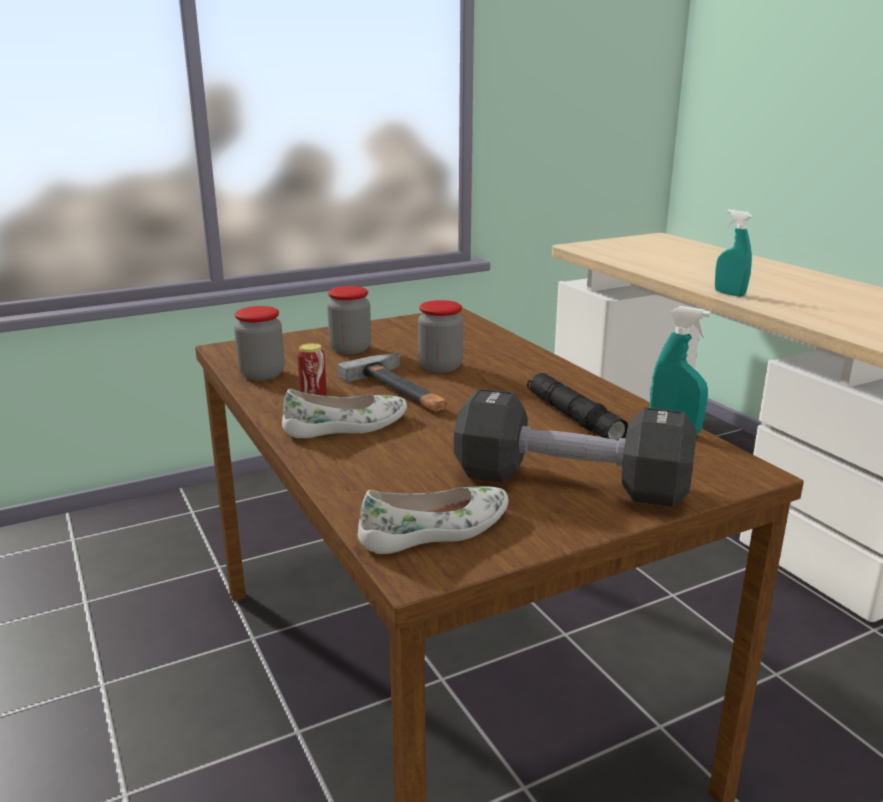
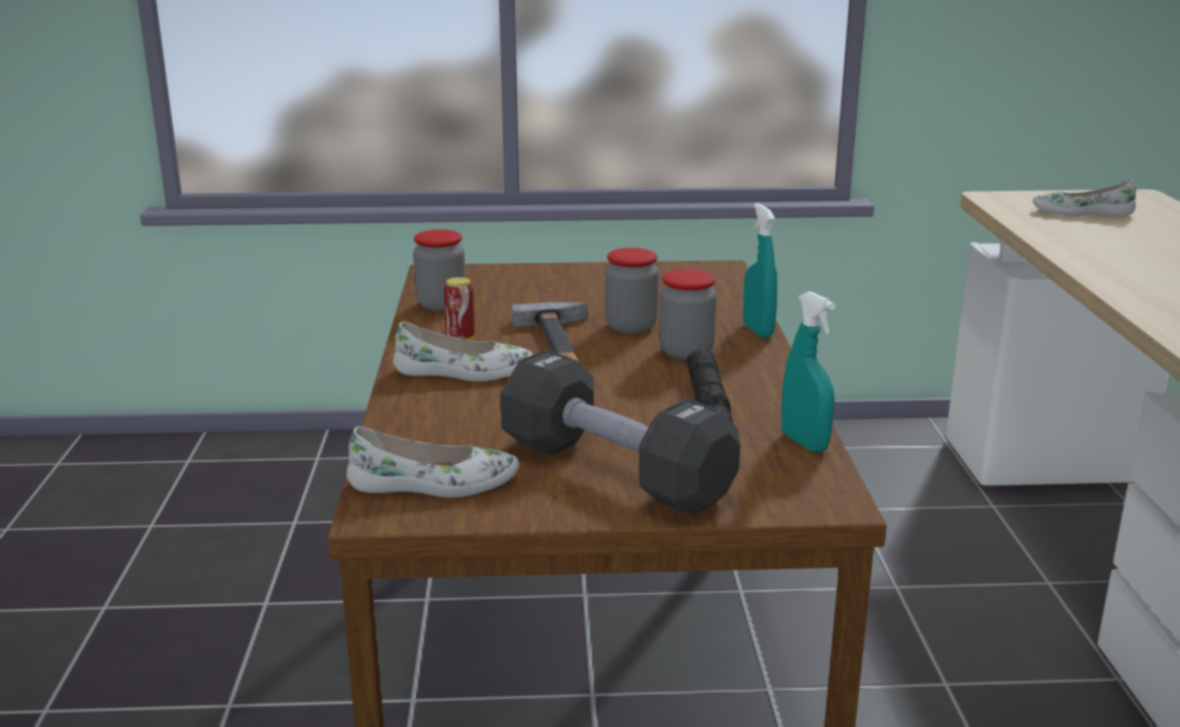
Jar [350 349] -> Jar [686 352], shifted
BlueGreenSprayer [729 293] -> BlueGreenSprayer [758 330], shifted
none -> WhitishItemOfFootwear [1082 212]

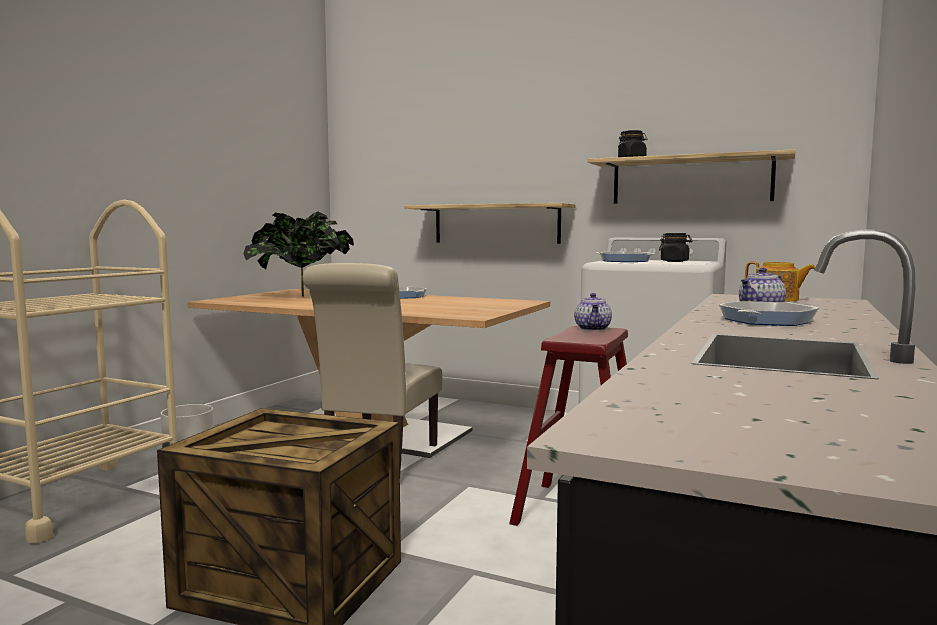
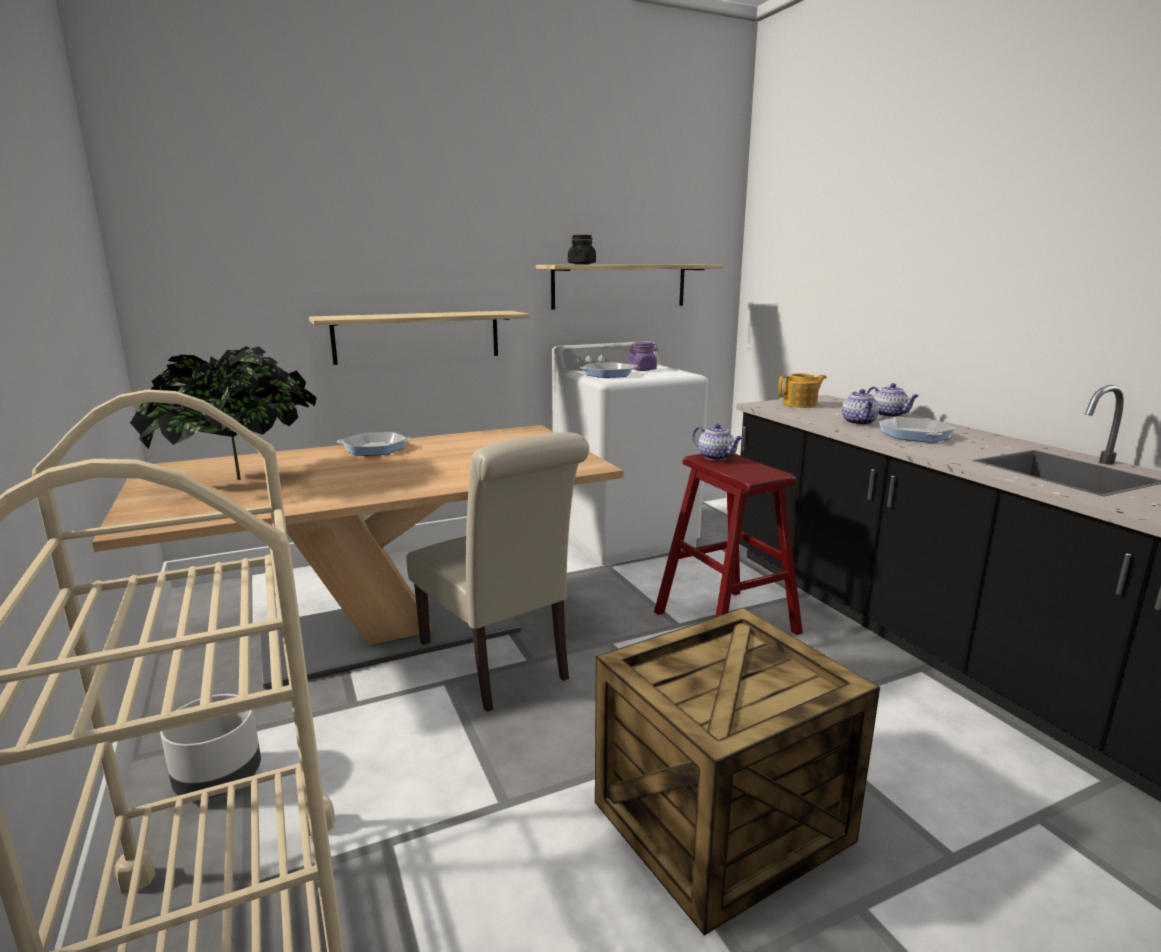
BlackJar [675 261] -> PurplishJar [643 369]
none -> PotForTea [890 415]

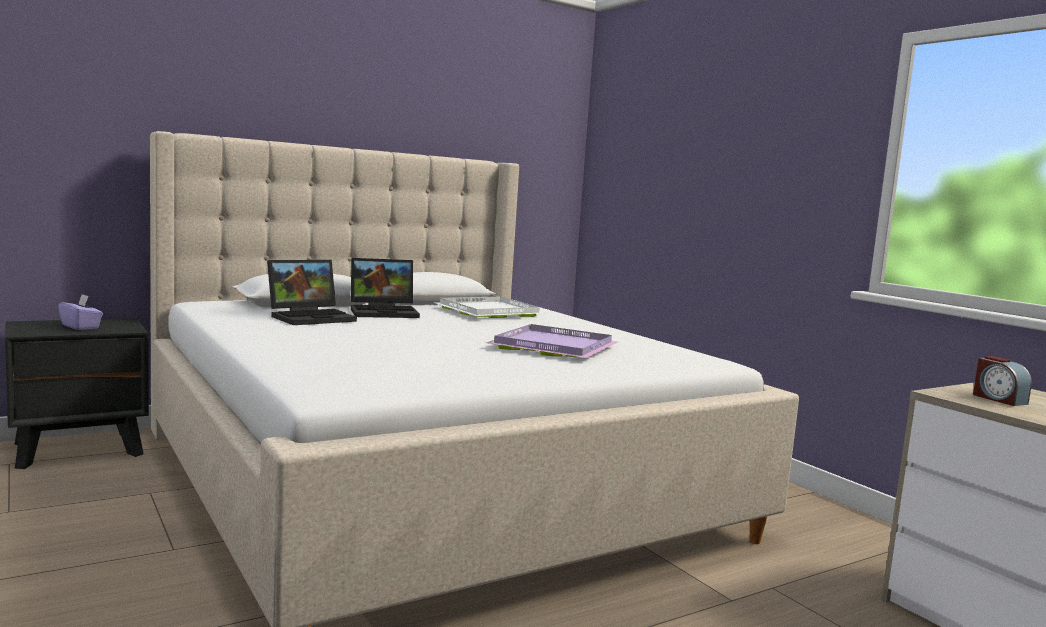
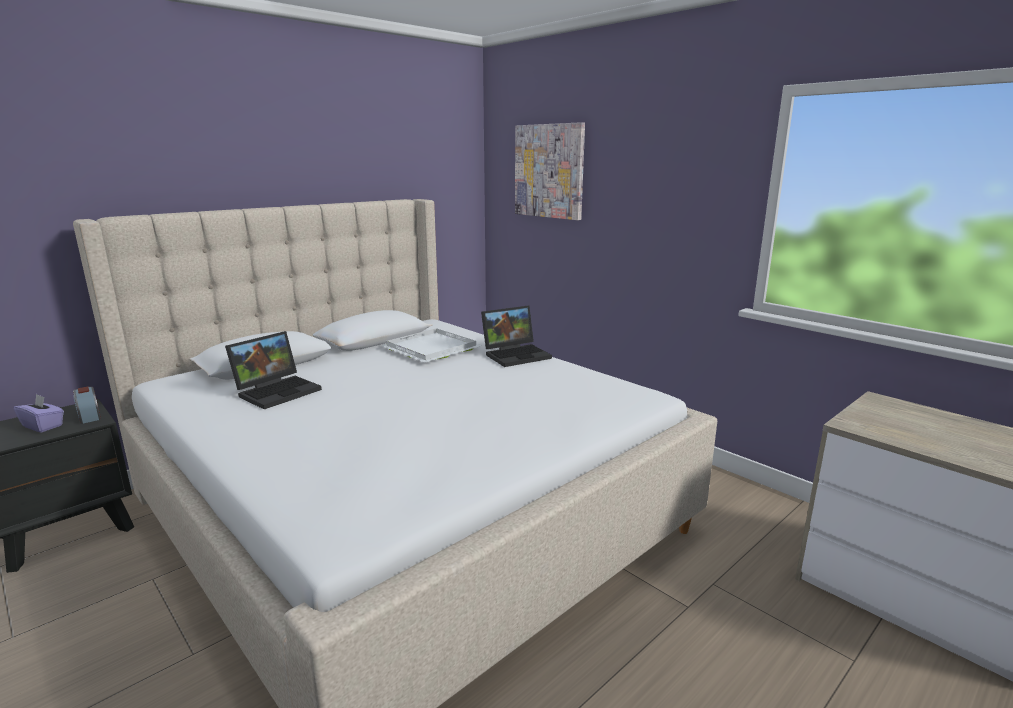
Laptop [385 312] -> Laptop [516 354], shifted
PurplishTray [551 347] -> none
TableClock [998 399] -> TableClock [89 416], shifted
none -> Picture [549 171]

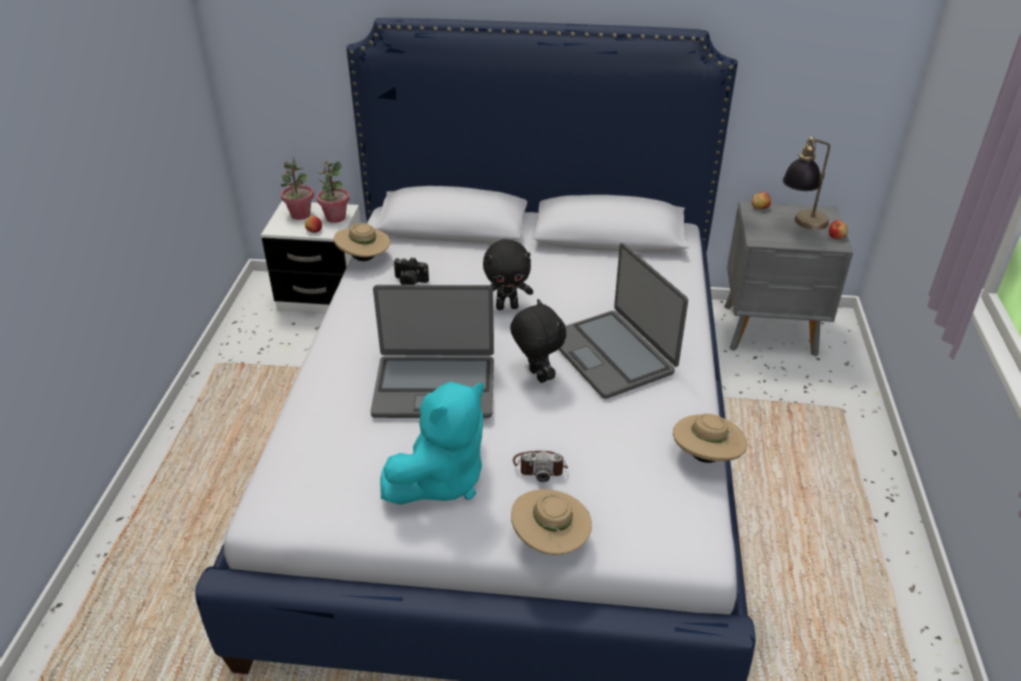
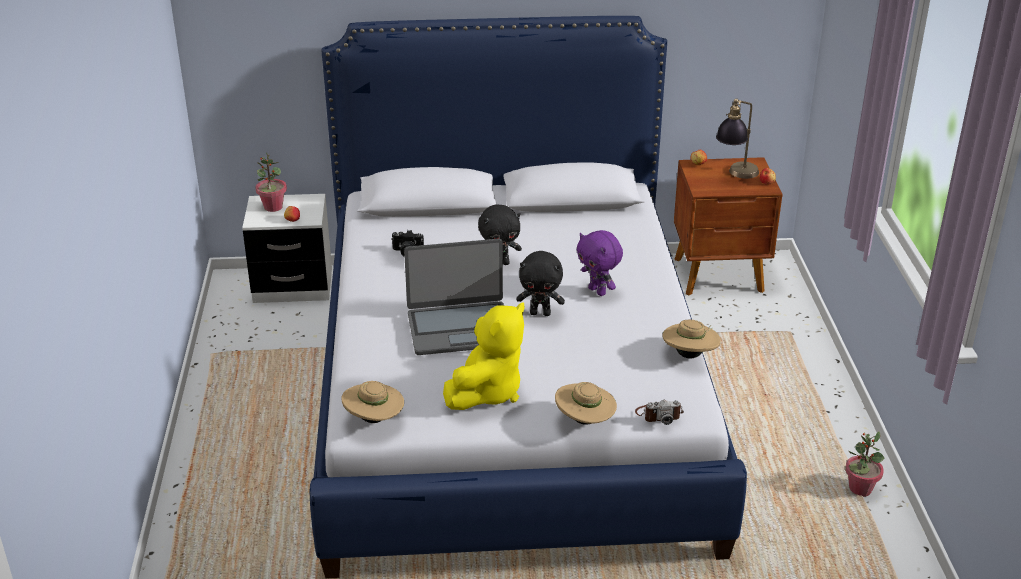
PottedPlant [335 218] -> PottedPlant [860 489], shifted
BeigeColouredHat [364 259] -> BeigeColouredHat [374 419], shifted
BlueGreenSoftToy [441 479] -> YellowSoftToy [487 392]
BlackSoftToy [536 376] -> BlackSoftToy [540 313], 135 degrees clockwise
PhotoCamera [540 466] -> PhotoCamera [659 415], shifted
Laptop [611 354] -> PurplishSoftToy [598 291]
GreyishNightstand [771 331] -> BrownNightstand [720 276]

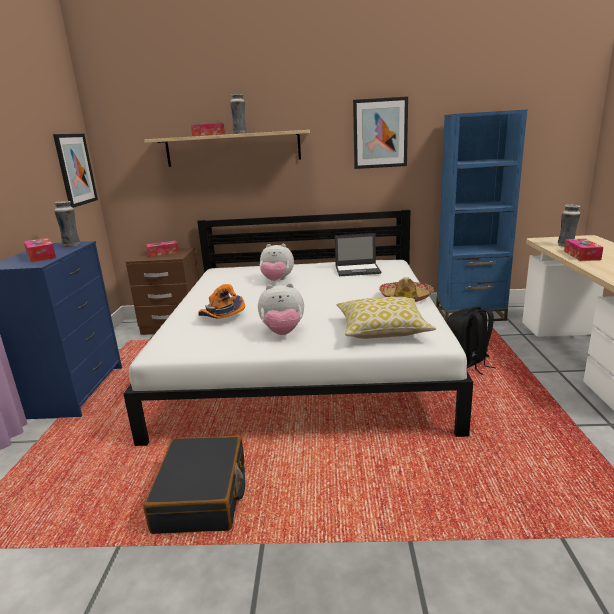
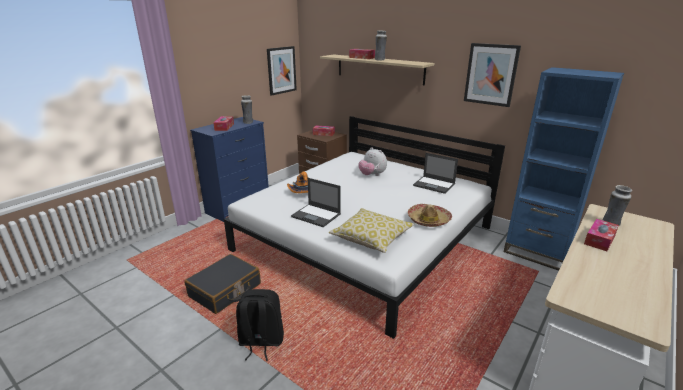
SoftToy [283 333] -> Laptop [316 215]
BlackKnapsack [467 364] -> BlackKnapsack [261 342], shifted

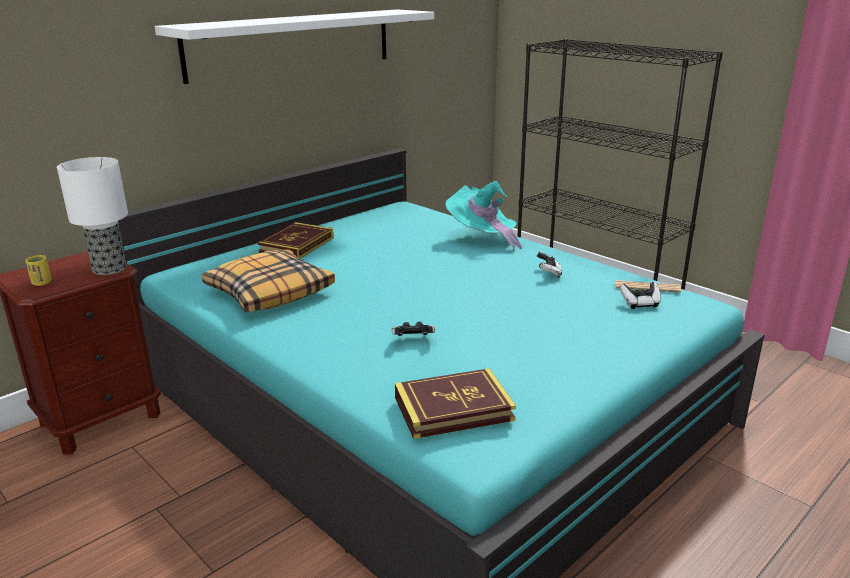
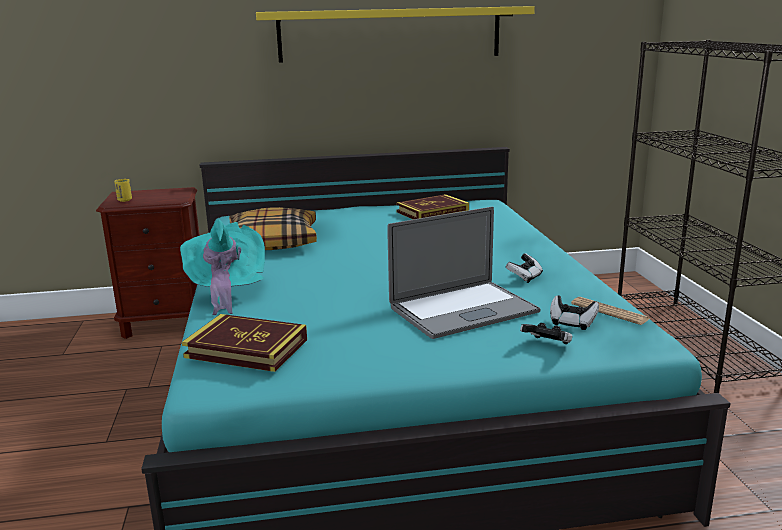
TableLamp [110 269] -> none
WhitishShelf [292 43] -> YellowShelf [390 34]
Volume [297 245] -> Volume [432 212], shifted
Joypad [413 340] -> Joypad [547 345], shifted
BlueGreenHat [482 238] -> BlueGreenHat [226 291], shifted
none -> Laptop [463 310]

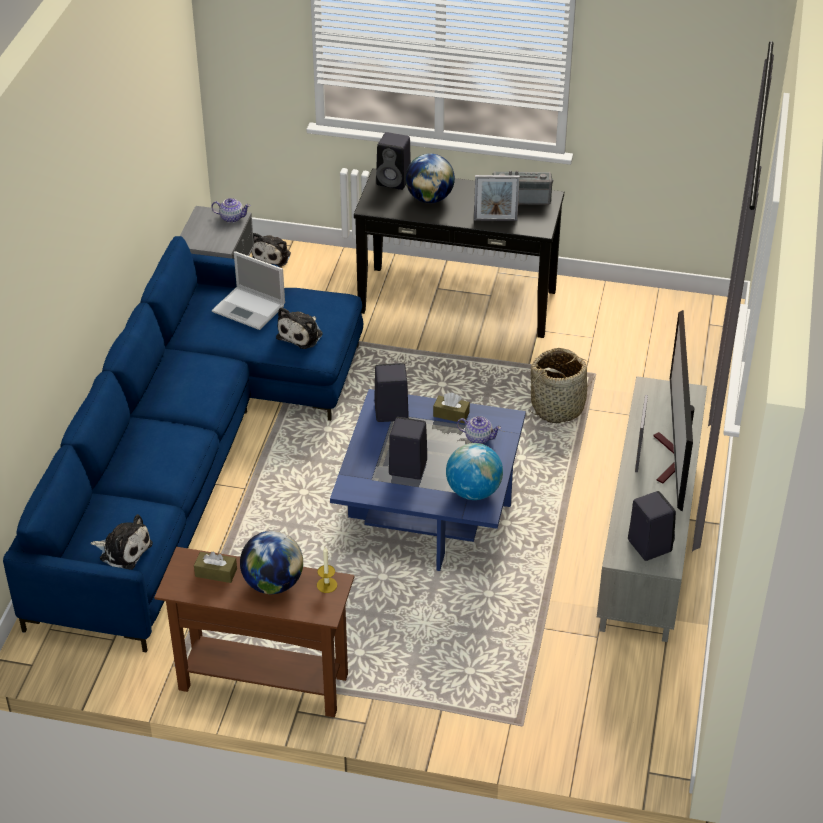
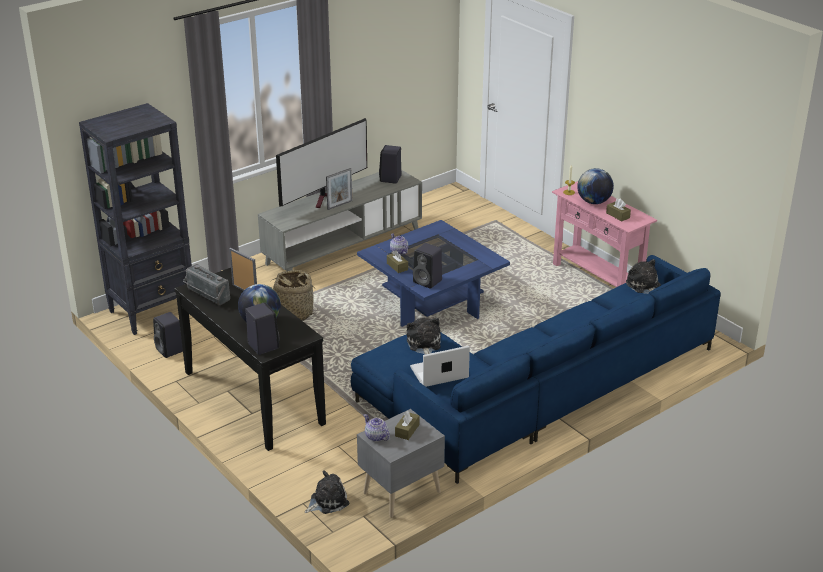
BrownConsoleTable [263 682] -> PinkColouredConsoleTable [596 278]
Laptop [250 309] -> Laptop [438 373], 90 degrees counterclockwise
SoftToy [301 334] -> SoftToy [424 344], 75 degrees counterclockwise
BlackSpeaker [406 468] -> BlackSpeaker [170 350], shifted
WorldGlobe [473 491] -> none
none -> BlackBookcase [153 311]
none -> BrownBoxOfTissues [407 430]

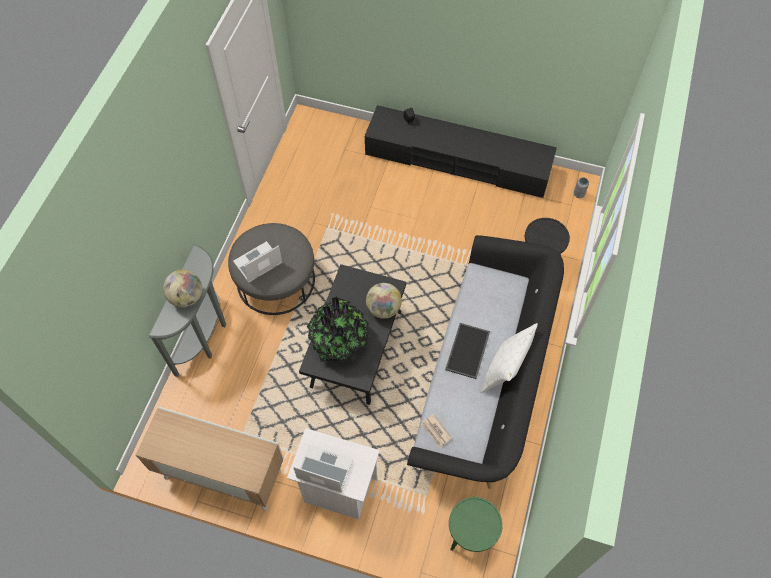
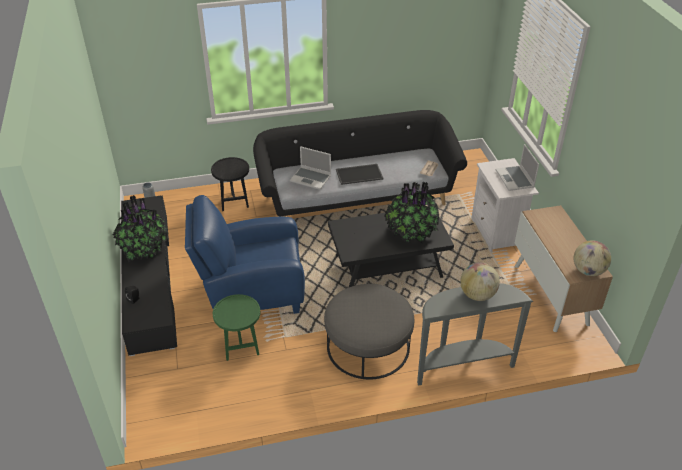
Laptop [258 263] -> Laptop [311 178], shifted
WorldGlobe [383 309] -> WorldGlobe [588 271], shifted
GreenColouredAccentTable [470 537] -> GreenColouredAccentTable [241 347], shifted
WhitishCushion [504 370] -> none
none -> PottedPlant [144 249]
none -> BluishLoungeChair [251 292]

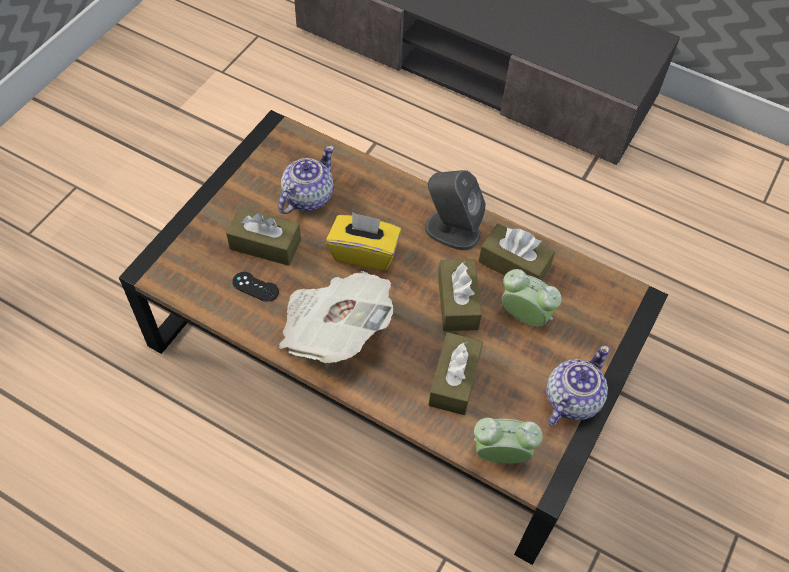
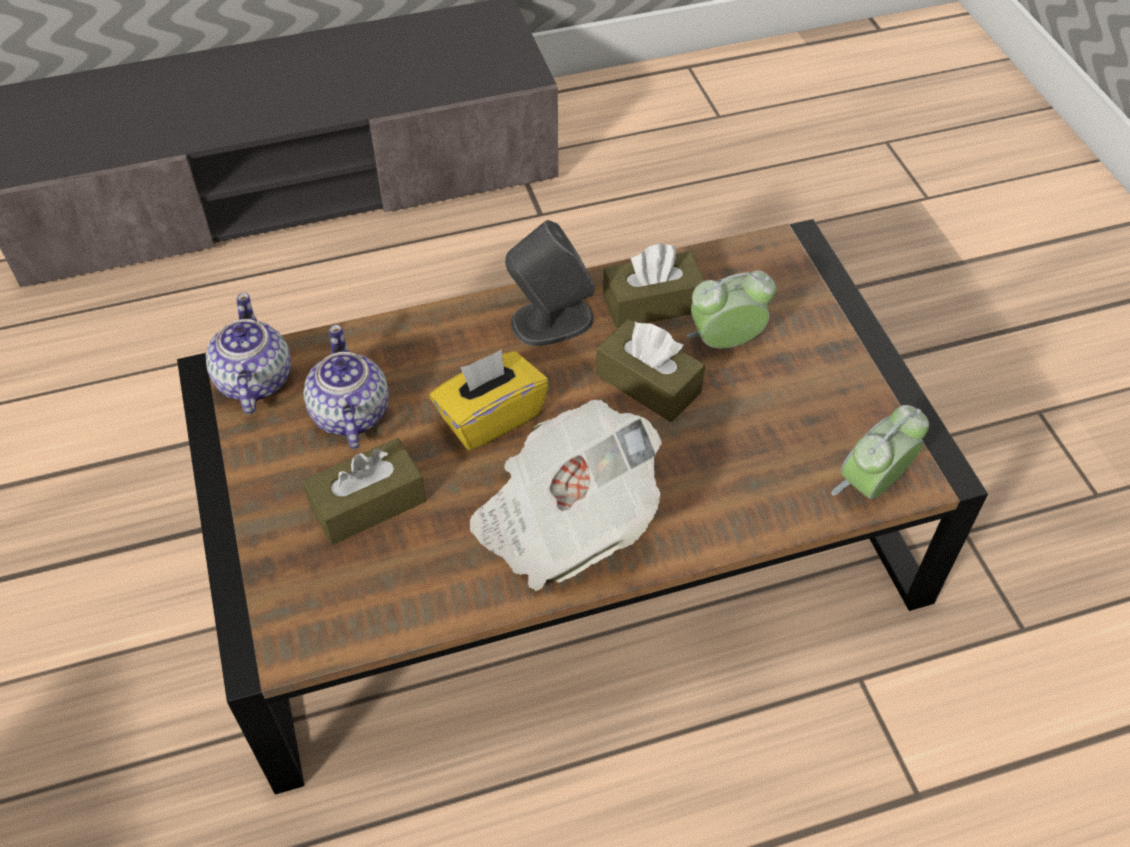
BlackJoypad [255 287] -> none
BrownBoxOfTissues [454 380] -> none
PotForTea [571 399] -> PotForTea [253 381], shifted

